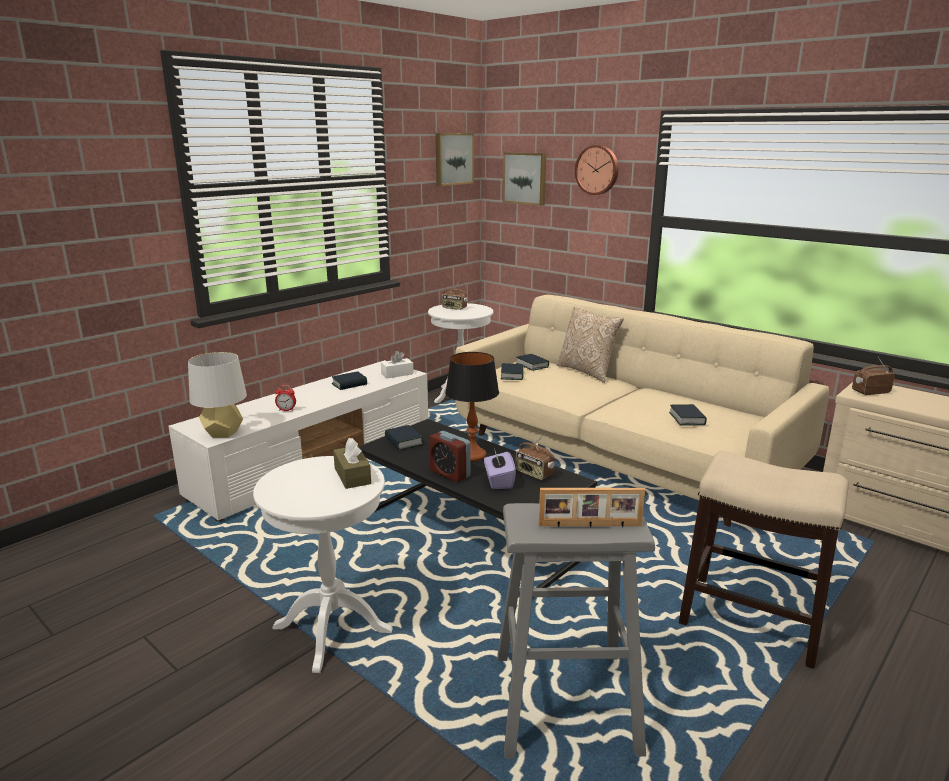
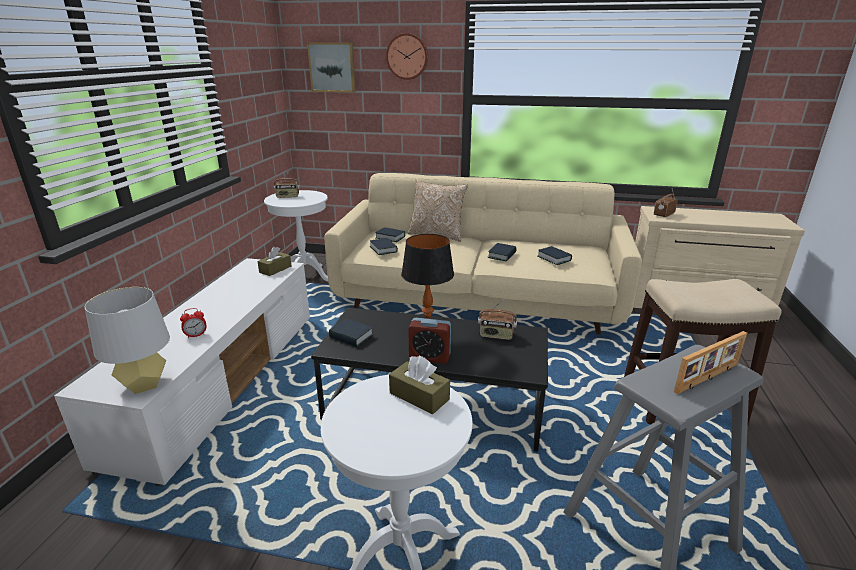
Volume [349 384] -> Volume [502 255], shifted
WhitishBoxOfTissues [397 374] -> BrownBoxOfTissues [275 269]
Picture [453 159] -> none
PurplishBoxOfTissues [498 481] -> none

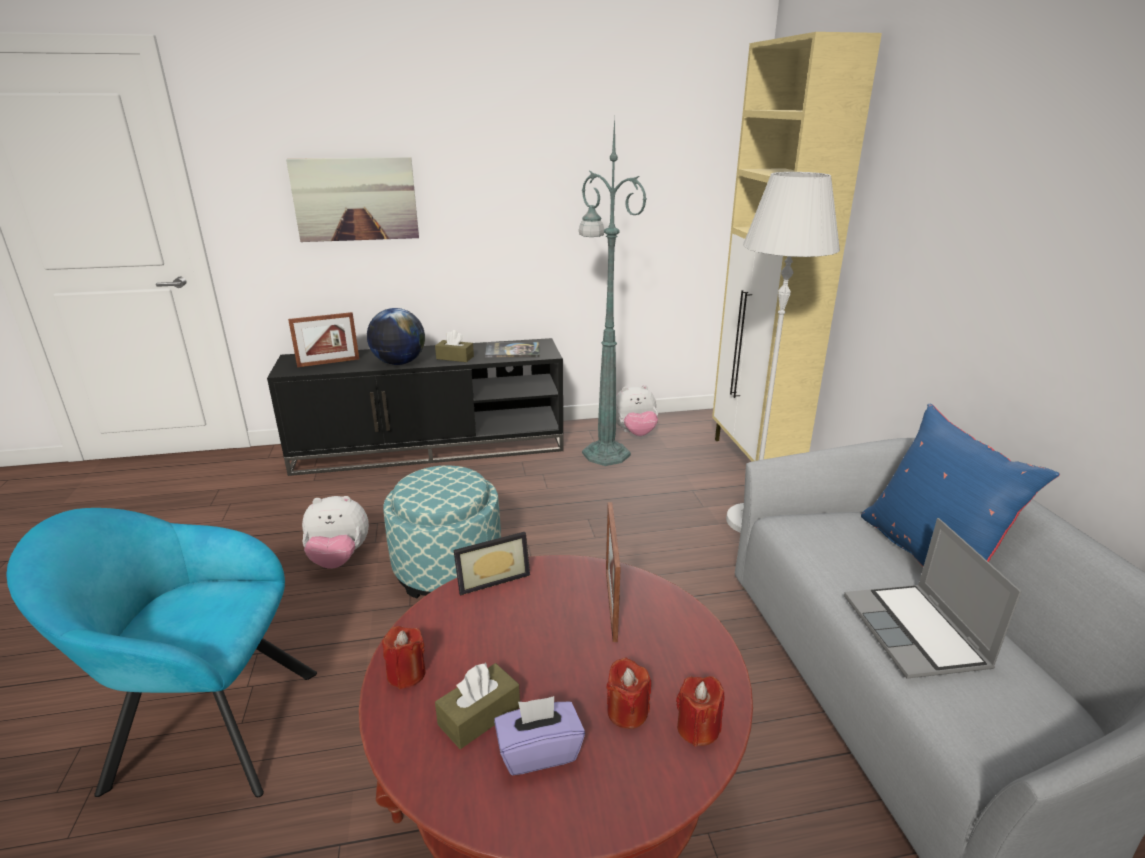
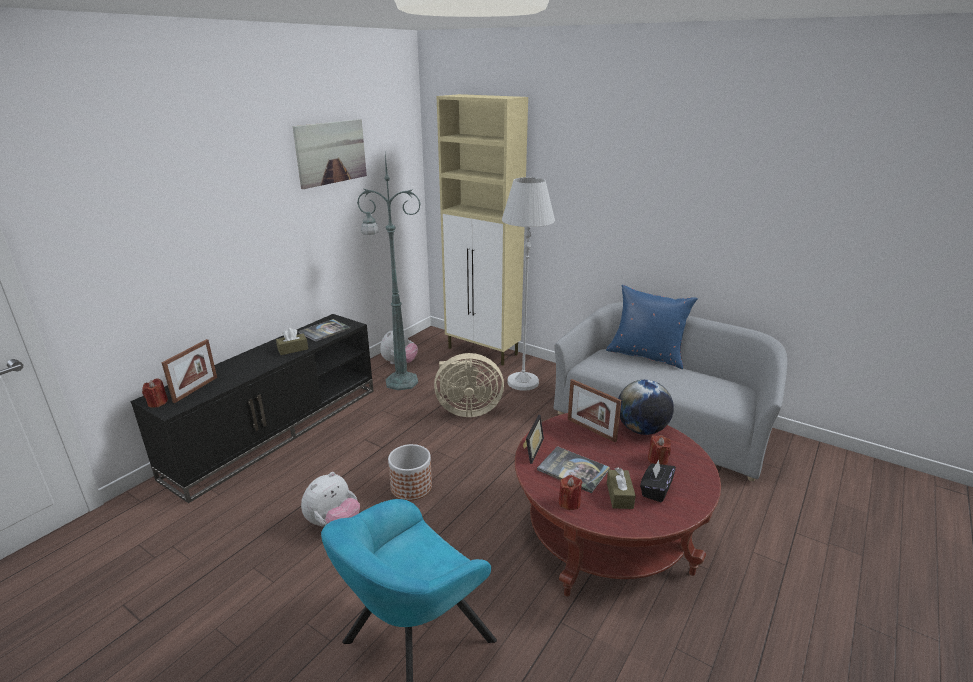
Picture [355 199] -> Picture [331 152], shifted
WorldGlobe [399 363] -> WorldGlobe [641 429], shifted
Ottoman [448 568] -> FlowerPot [411 487]
PurplishBoxOfTissues [539 751] -> BlackBoxOfTissues [655 490]
ReddishWaxLight [698 728] -> ReddishWaxLight [157 403], shifted
Laptop [916 633] -> none
none -> BeigeColouredCoolingFan [467 410]
none -> Volume [573 470]

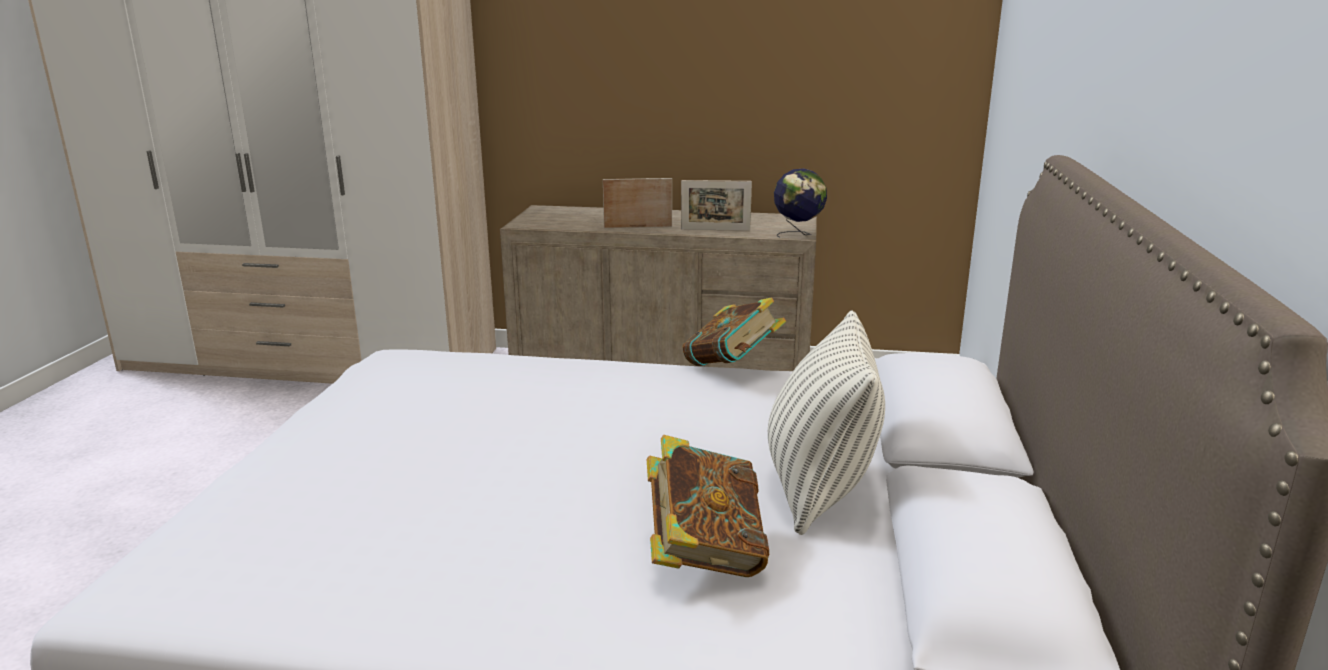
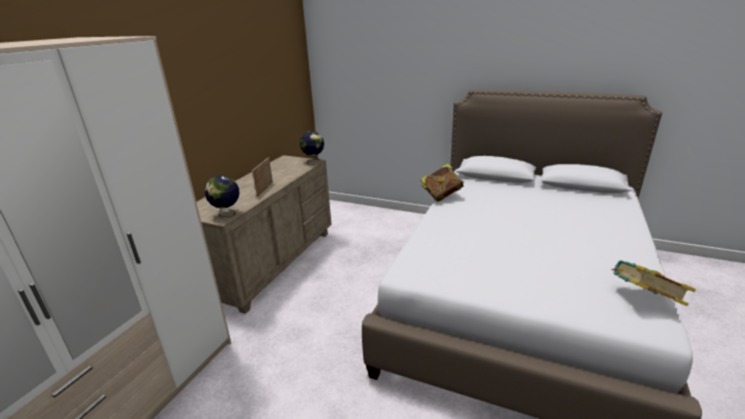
Volume [704 554] -> Volume [643 300], shifted
StandingFrame [715 230] -> none
Cushion [819 488] -> none
none -> WorldGlobe [227 214]

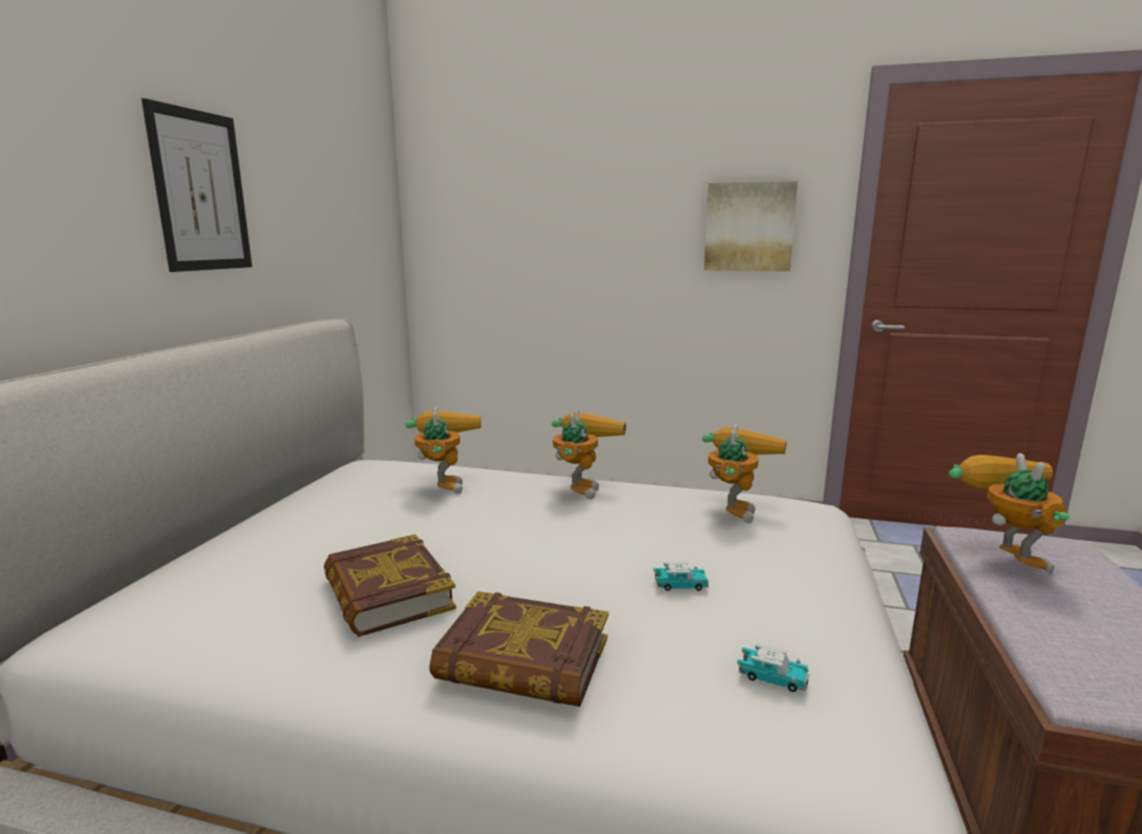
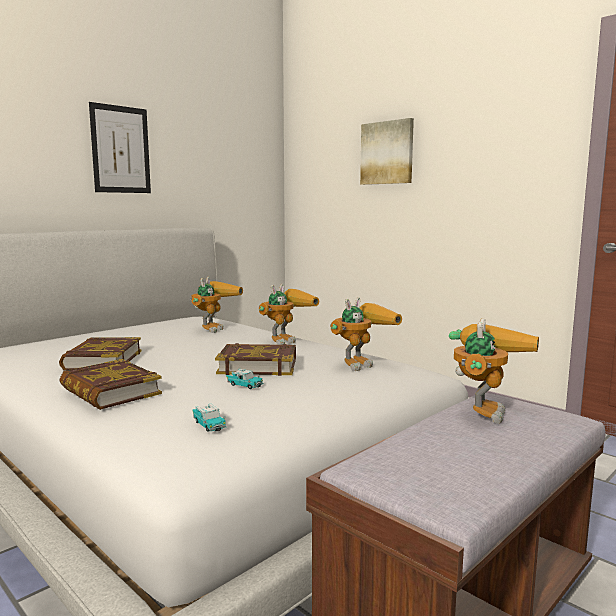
Picture [749 227] -> Picture [387 153], shifted
none -> Volume [258 366]

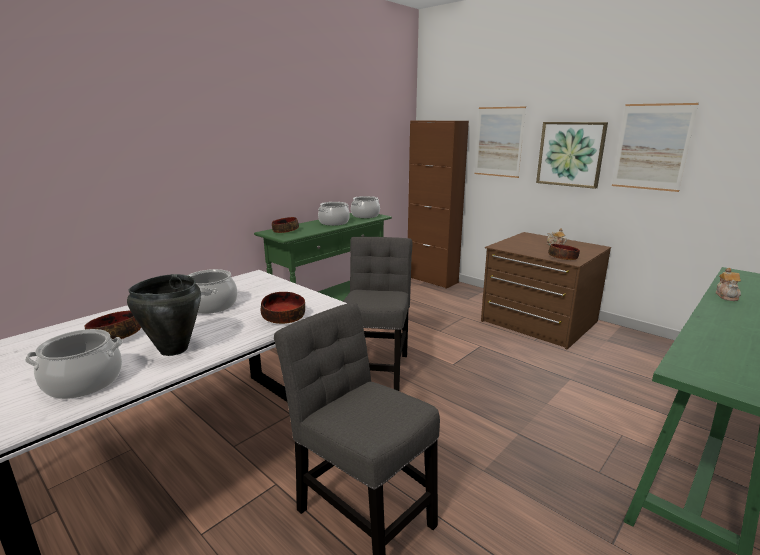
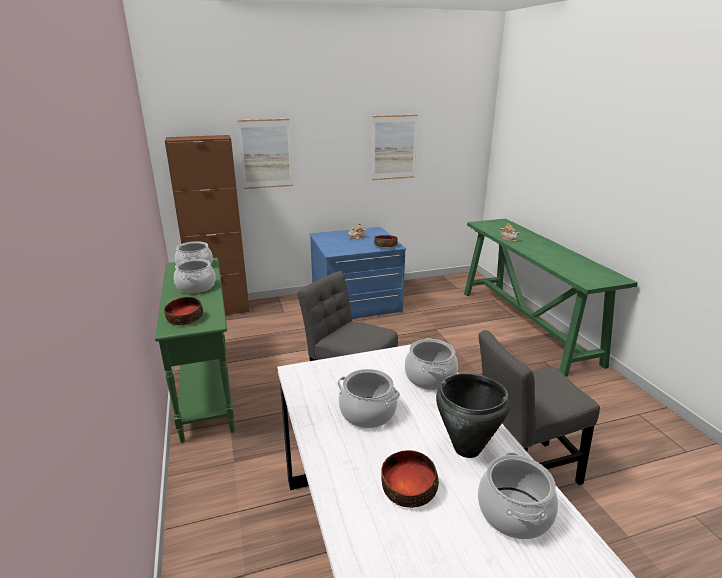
ServingBowl [283 317] -> CookingPot [430 377]
BrownDresser [538 322] -> BluishDresser [356 303]
Picture [570 154] -> none

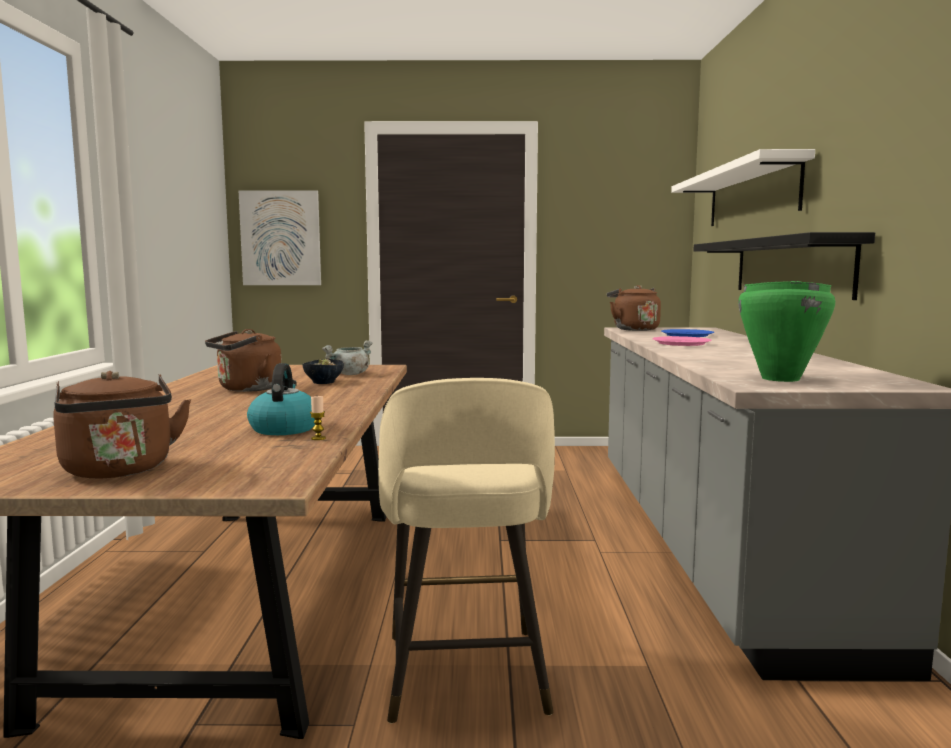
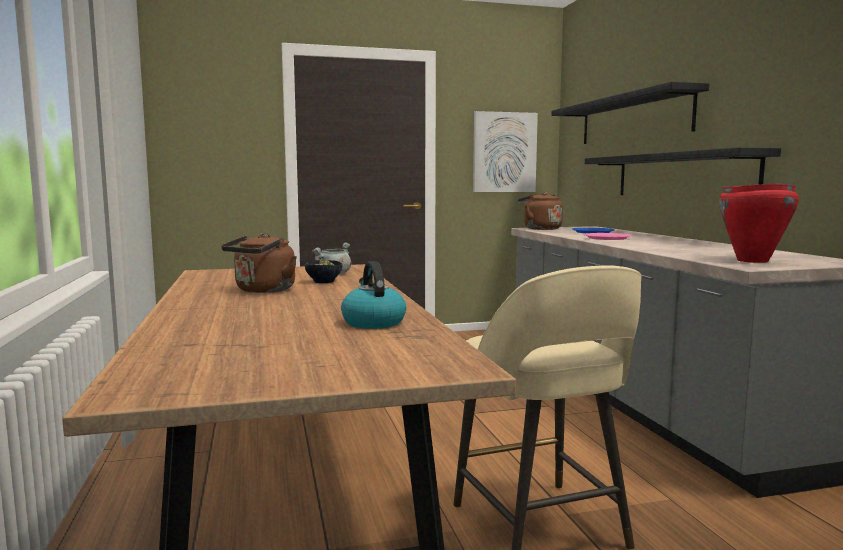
BrownKettle [119 471] -> none
Picture [281 238] -> Picture [504 152], shifted
WaxLight [318 438] -> none
WhitishShelf [751 195] -> BlackShelf [633 119]
GreenColouredCookingPot [779 379] -> ReddishCookingPot [752 261]

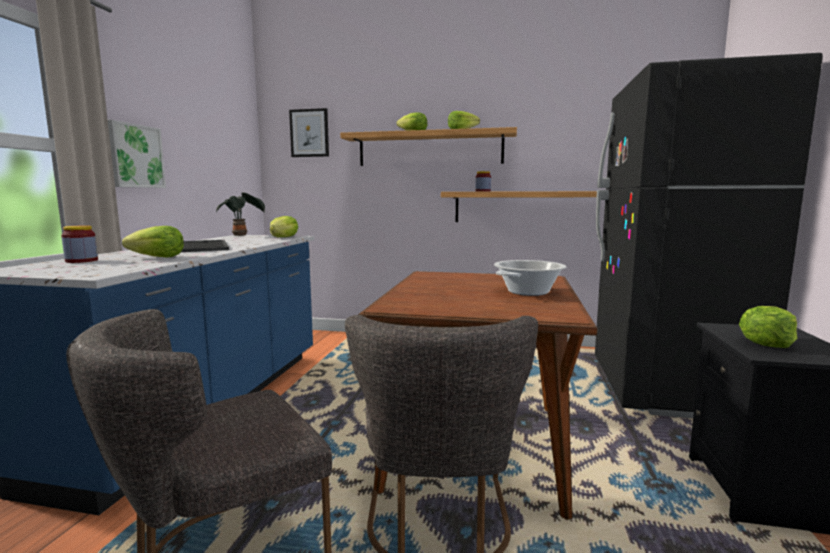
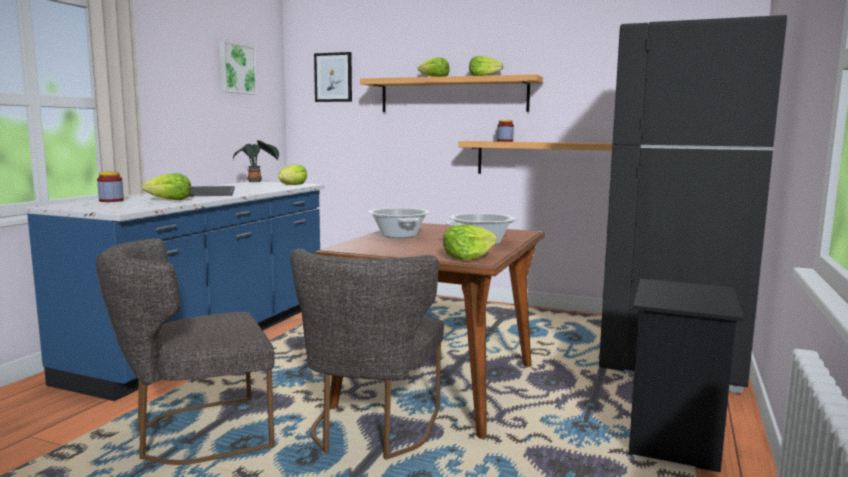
Picture [134 156] -> Picture [236 68], shifted
HeadOfLettuce [767 342] -> HeadOfLettuce [467 257], shifted
none -> CookingPot [398 235]

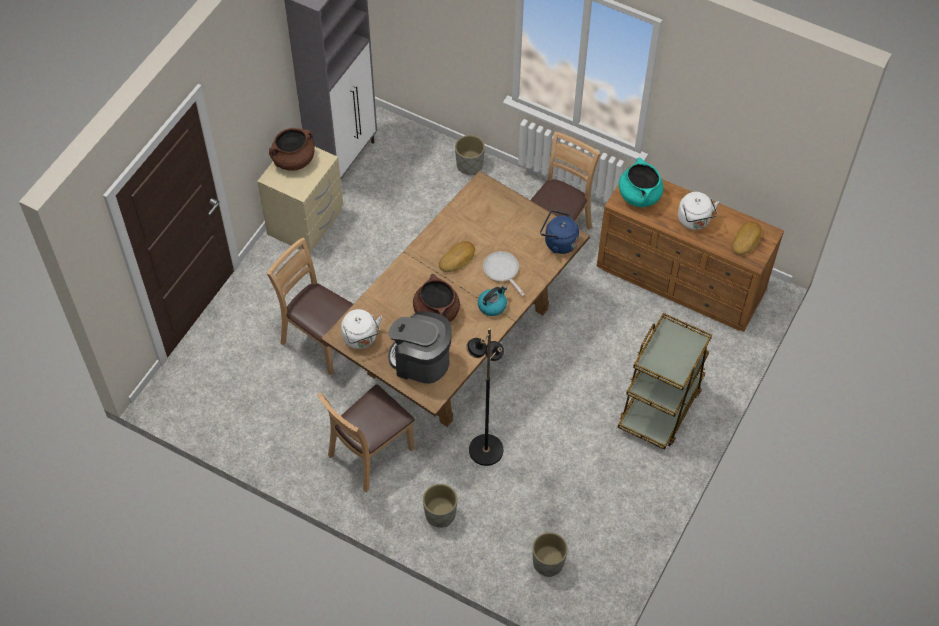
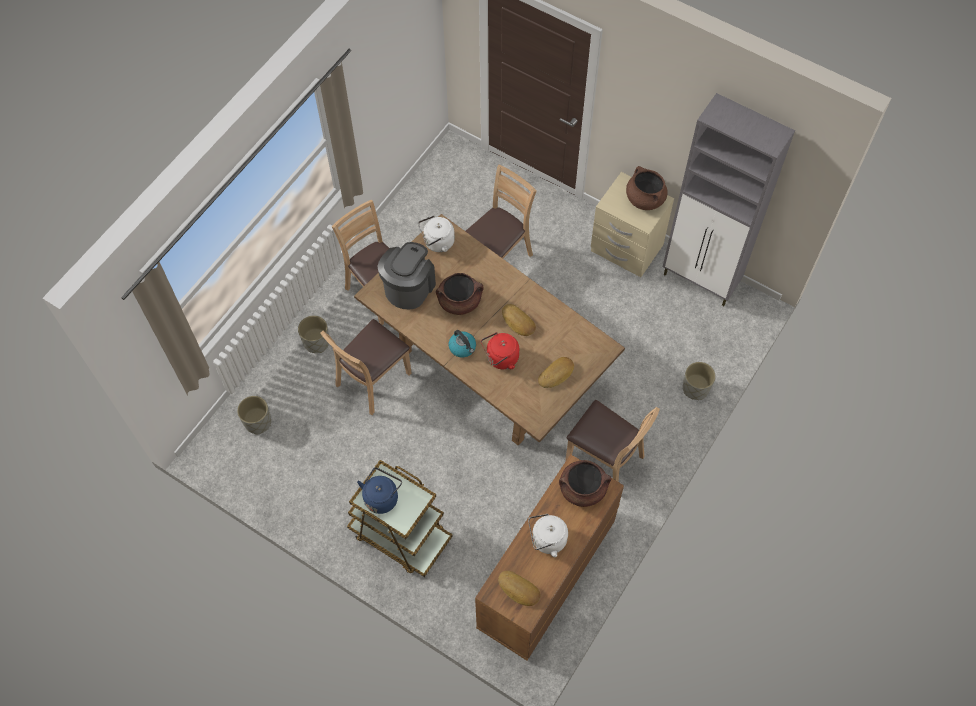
BlackStandardLamp [485 450] -> BrownChair [373 381]
Skillet [502 271] -> ReddishKettle [500 359]
BluishKettle [558 242] -> BluishKettle [382 497], shifted
BlueGreenCookingPot [639 195] -> BrownCookingPot [583 489]
none -> Bread [556 374]

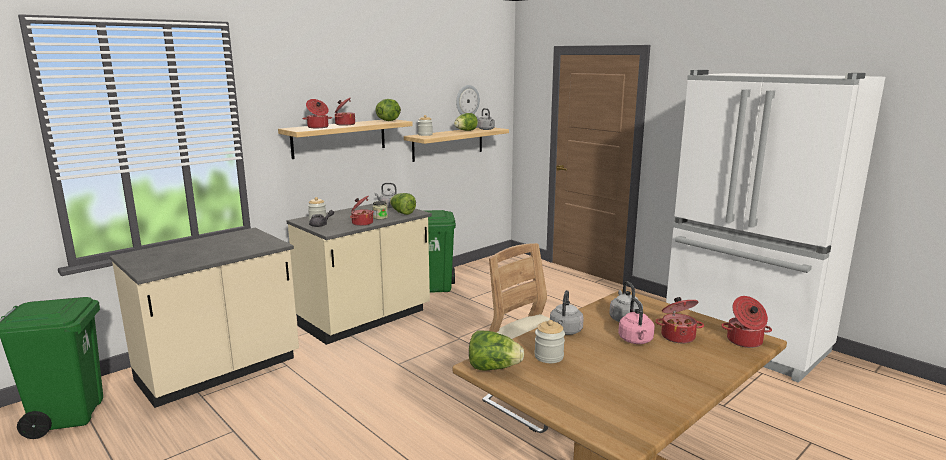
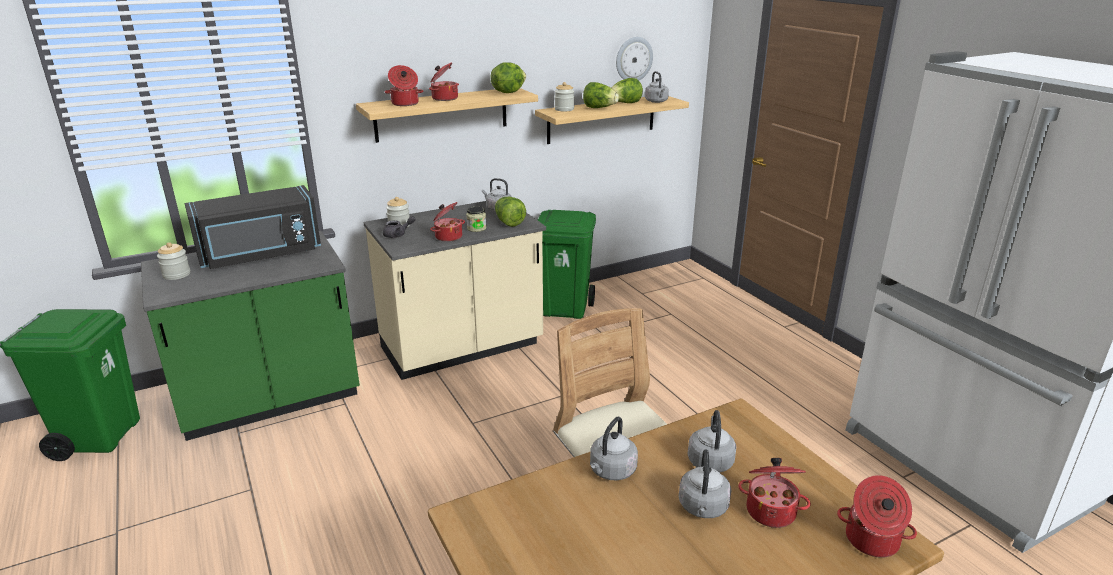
BeigeColouredKitchenCounter [220 372] -> GreenColouredKitchenCounter [271 401]
HeadOfLettuce [493 368] -> HeadOfLettuce [599 108], shifted
Jar [549 356] -> Jar [176 275], shifted
PinkColouredKettle [636 341] -> GreyishKettle [703 508]
none -> BlackKitchenMicrowave [261 255]

